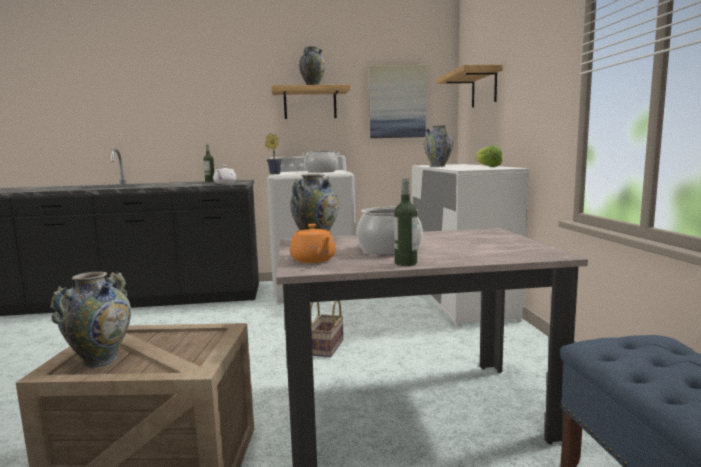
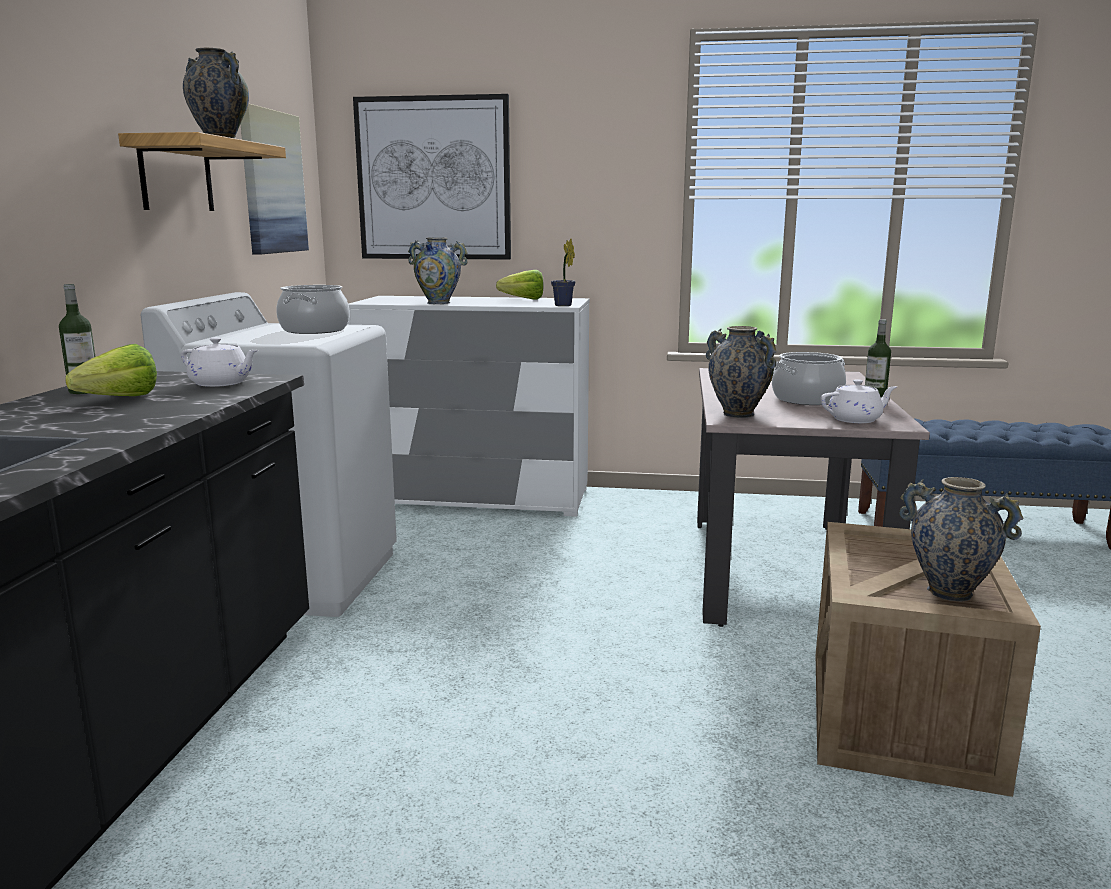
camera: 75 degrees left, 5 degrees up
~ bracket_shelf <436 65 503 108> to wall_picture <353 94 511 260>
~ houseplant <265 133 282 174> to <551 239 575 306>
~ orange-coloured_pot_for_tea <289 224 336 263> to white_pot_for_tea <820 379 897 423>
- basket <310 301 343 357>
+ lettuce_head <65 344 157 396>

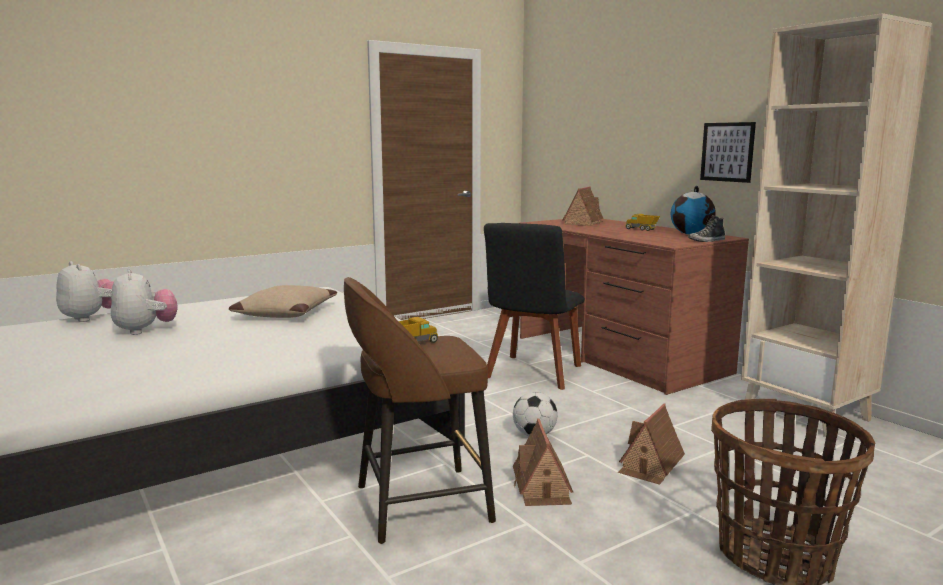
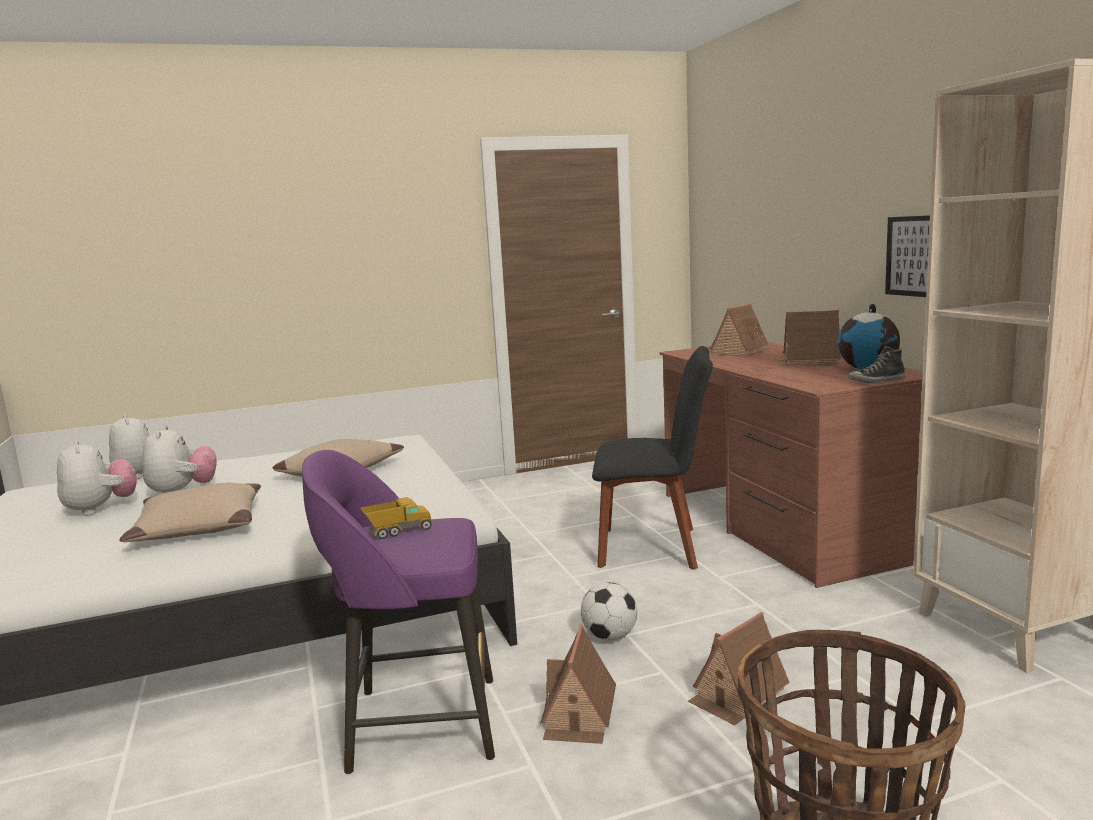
camera: 15 degrees right, 0 degrees up
~ model_truck <625 214 660 231> to model_house <775 310 841 366>
~ blackish_upright_chair <484 223 585 390> = <592 346 713 570> 120 degrees counterclockwise
~ brown-coloured_sitting_stool <344 277 496 544> to purple-coloured_sitting_stool <302 450 495 774>
+ plush_toy <57 440 137 516>
+ beige_cushion <119 483 261 542>

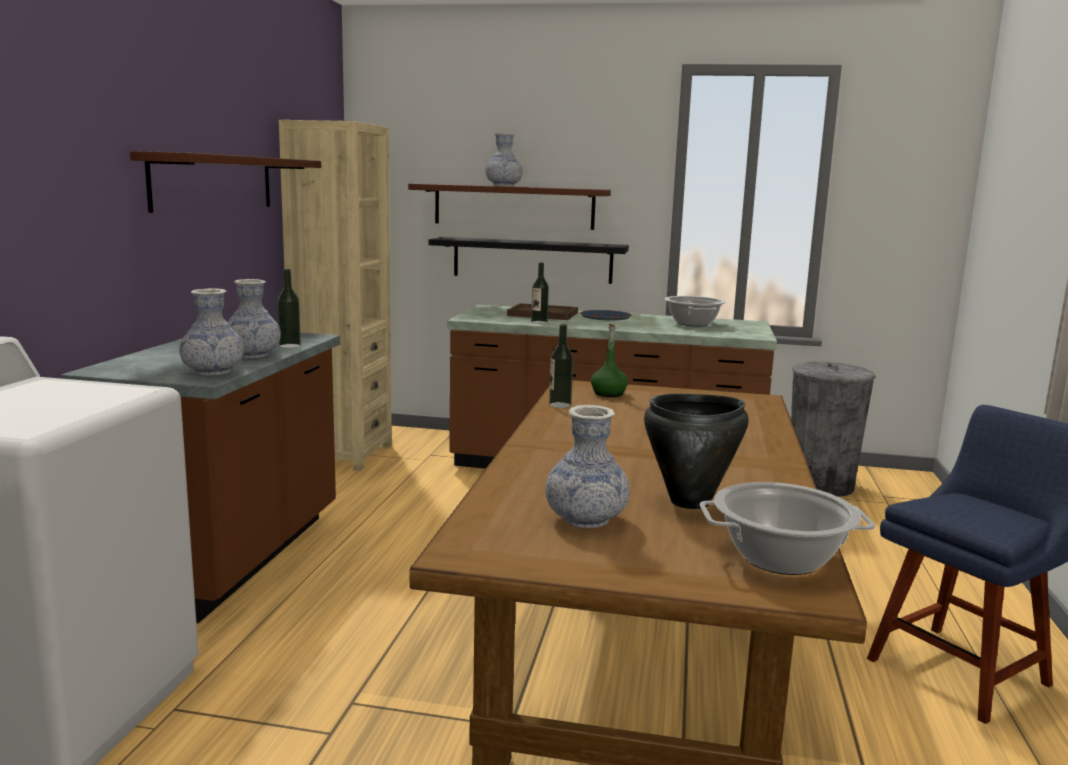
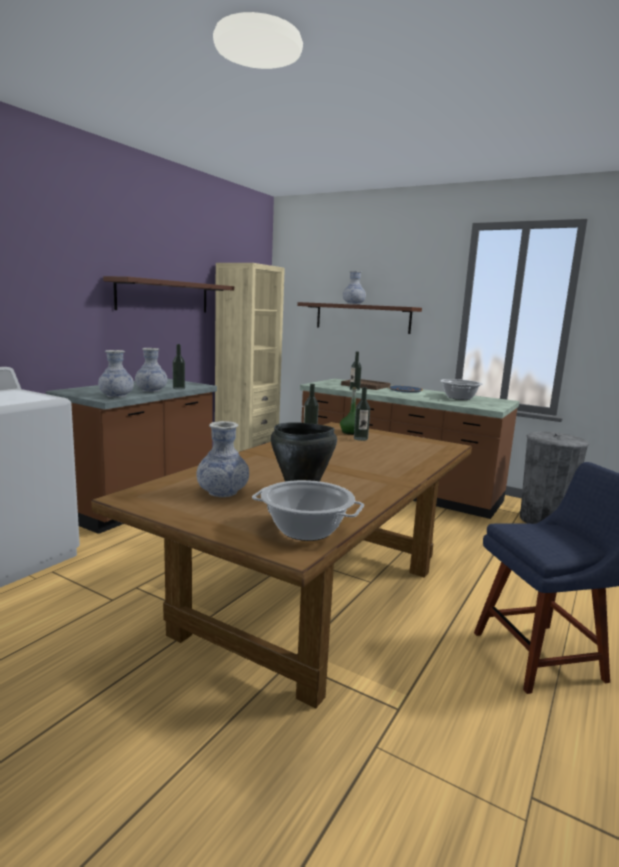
camera: 20 degrees right, 0 degrees up
- blackish_bracket_shelf <428 237 629 284>
+ bottle <354 387 370 441>

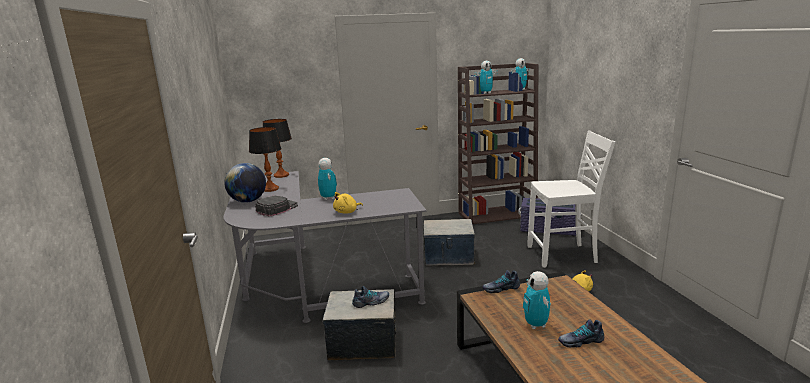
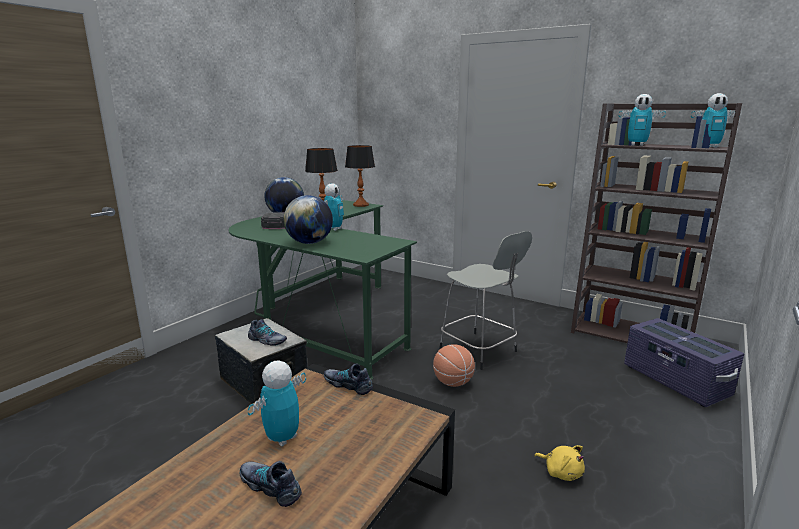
camera: 45 degrees right, 0 degrees up
- white_upright_chair <527 130 615 268>
~ greyish_desk_unit <224 171 427 323> to greenish_desk_unit <229 200 417 380>
~ yellowish_plush_toy <333 192 363 214> to desk_globe <283 195 333 244>
~ storage_bin <423 219 476 266> to greyish_sitting_stool <439 231 532 370>
+ basketball <433 344 475 387>

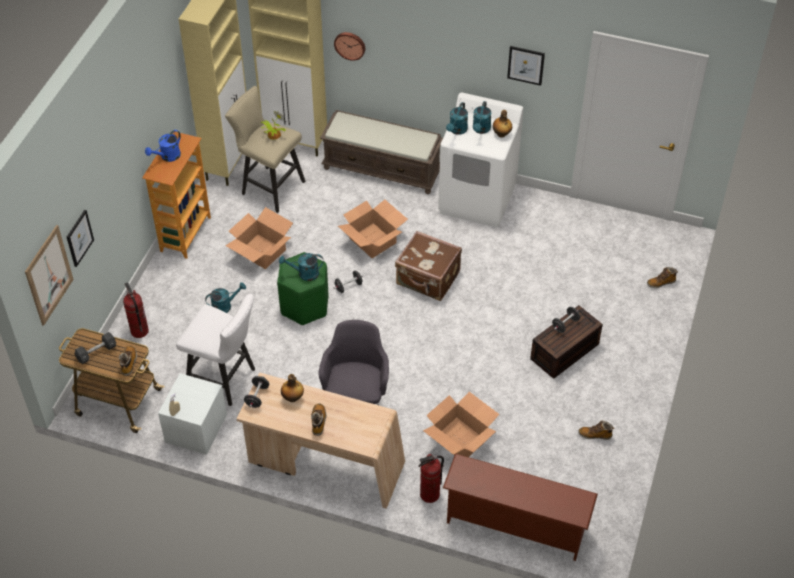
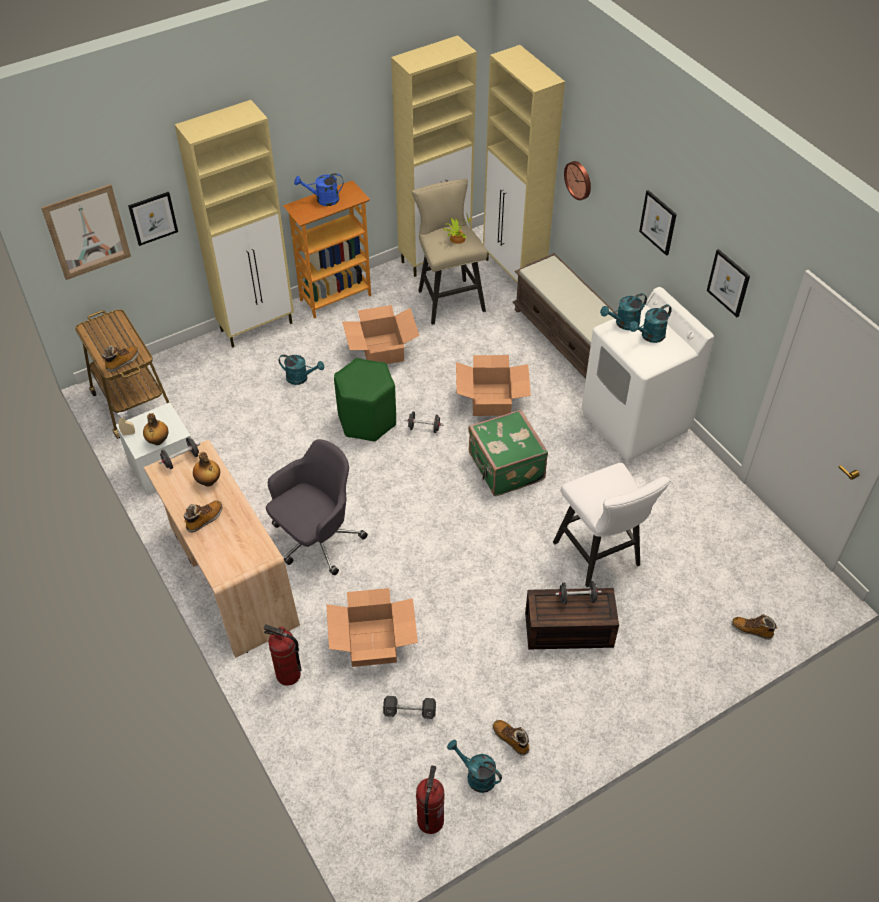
camera: 40 degrees right, 0 degrees up
~ bottle <493 110 512 137> to <143 413 168 445>
~ brown-coloured_suitcase <395 231 462 301> to greenish_suitcase <468 409 548 496>
~ blue-green_watering_can <279 253 323 281> to <447 740 502 793>
~ fire_extinguisher <123 282 149 338> to <416 765 445 834>
~ white_sitting_stool <176 294 255 406> to <553 463 670 587>
~ blackish_dumbbell <75 332 116 364> to <383 696 436 719>
- brown-coloured_shoe_stand <443 454 598 561>
+ beige_cabinet <175 100 294 348>
+ wall_picture <639 190 677 256>

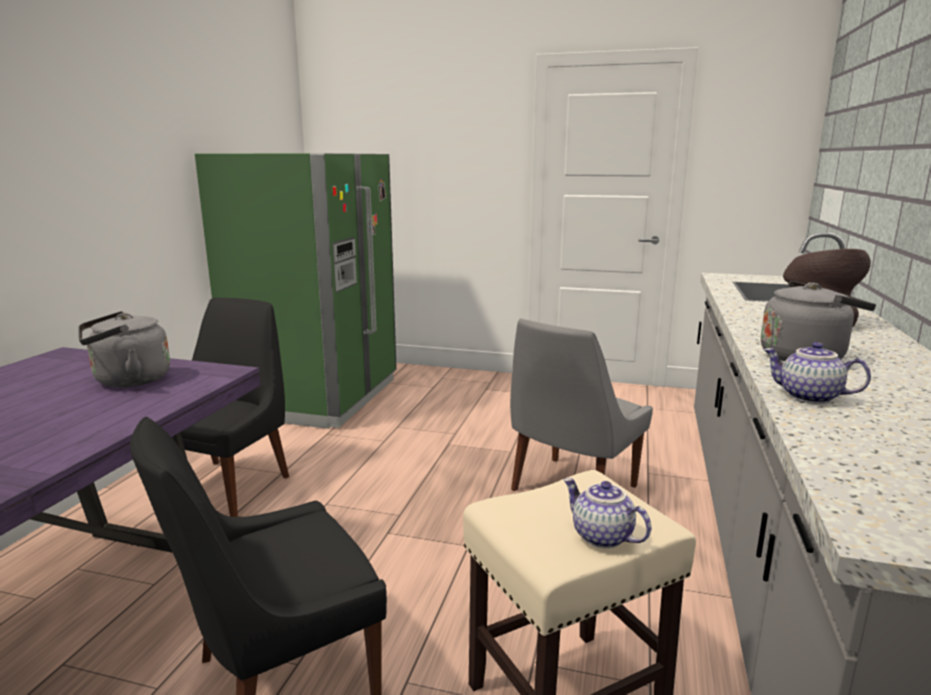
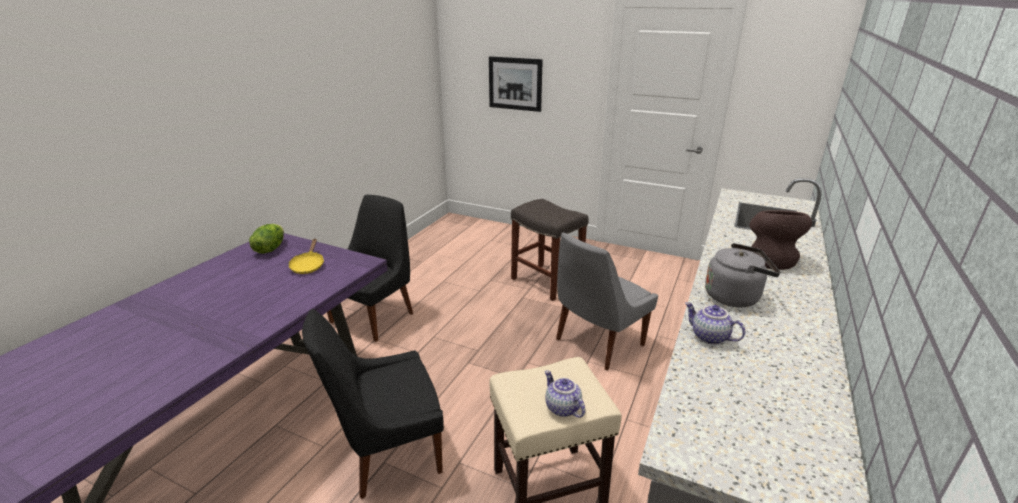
camera: 10 degrees right, 10 degrees up
- greenish_refrigerator <195 153 396 429>
~ greyish_tea_kettle <78 311 170 387> to yellowish_pan <288 238 324 274>
+ wall_picture <489 56 543 112>
+ greyish_sitting_stool <511 199 589 301>
+ lettuce_head <249 224 284 254>

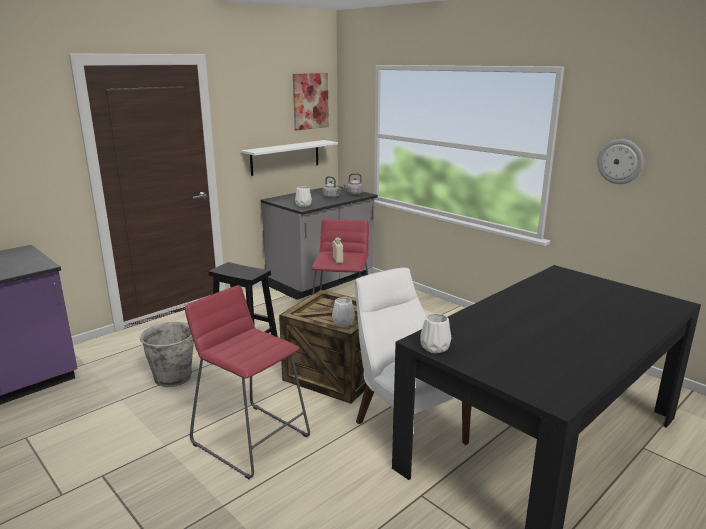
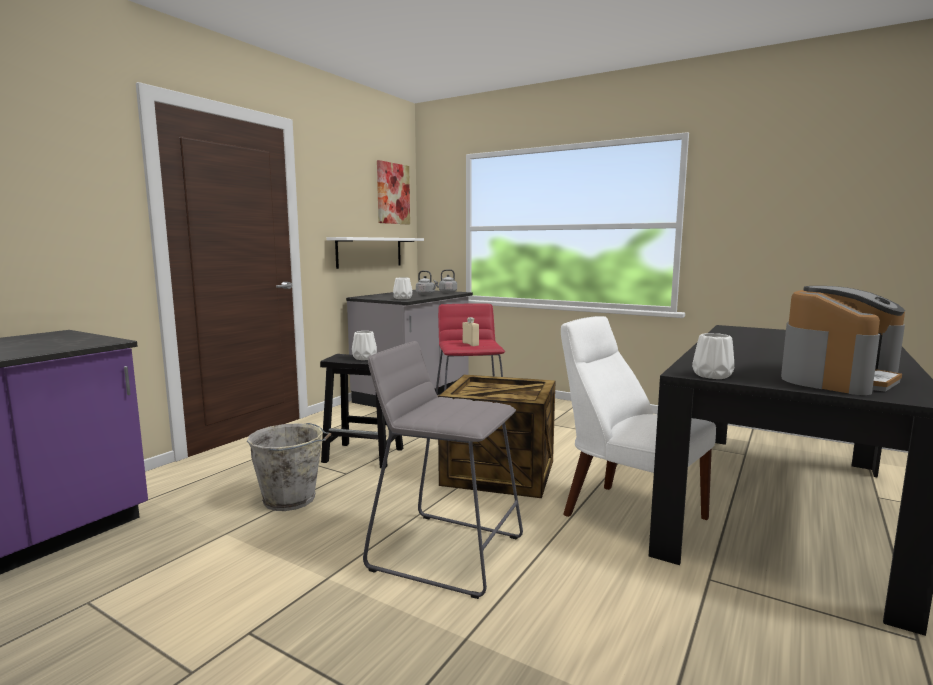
camera: 15 degrees left, 10 degrees down
- wall_clock <597 139 643 184>
~ red-coloured_sitting_stool <185 285 310 479> to greyish_sitting_stool <363 341 523 599>
~ white_flower_vase <332 297 355 326> to <352 331 377 360>
+ coffee_brewer <781 286 905 395>

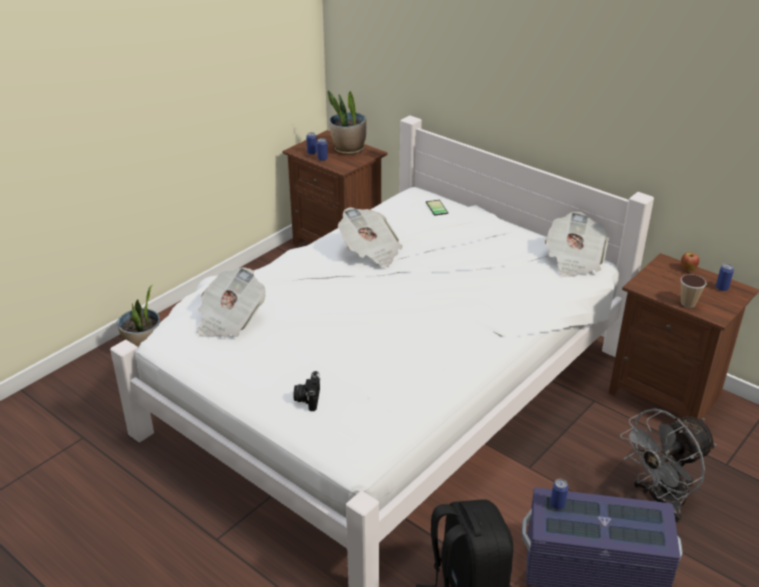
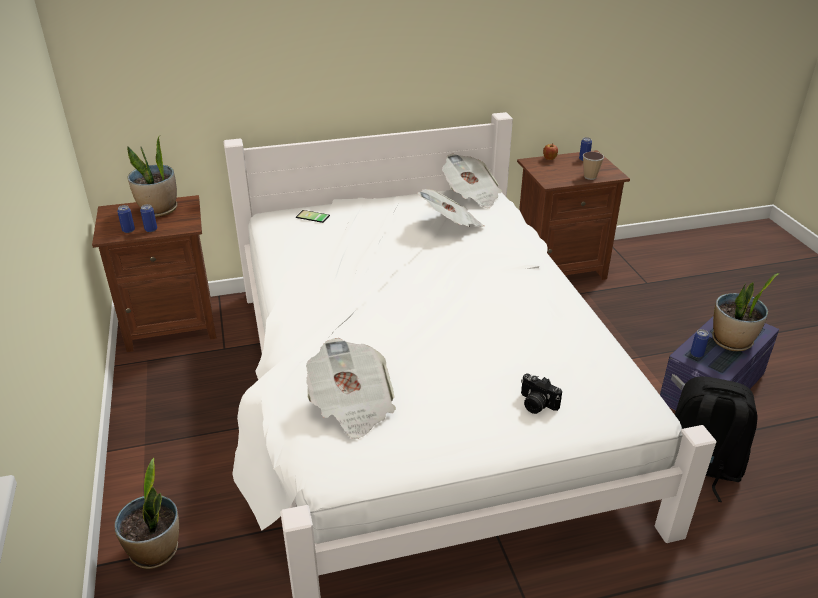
camera: 55 degrees left, 0 degrees up
~ newspaper <338 207 403 267> to <417 189 485 227>
- greyish_electric_fan <620 408 716 523>
+ houseplant <712 273 780 351>

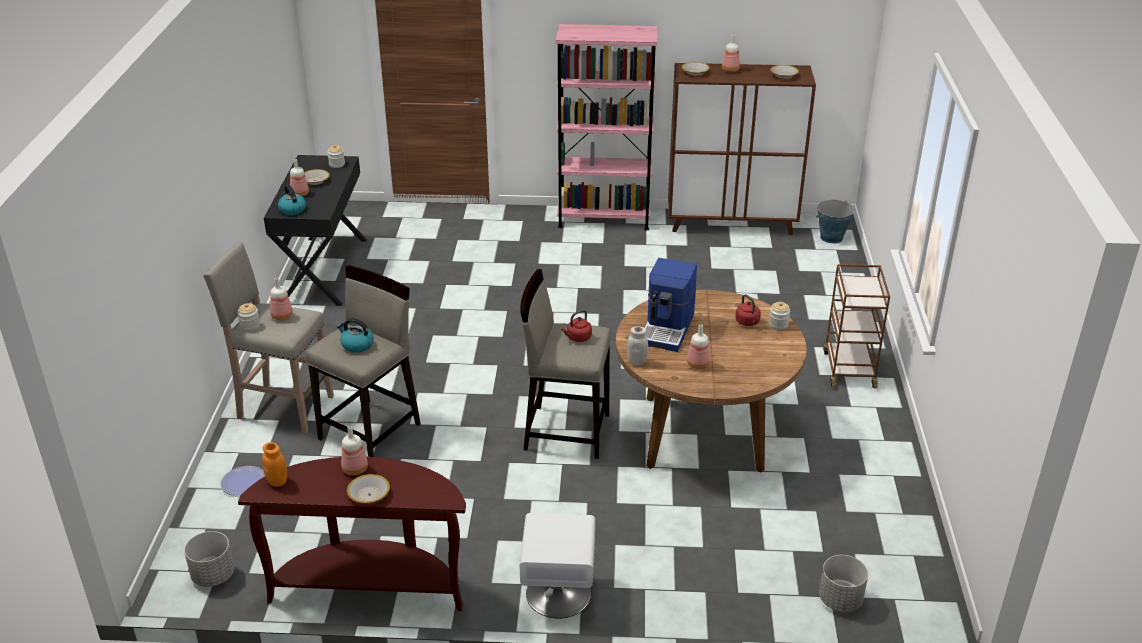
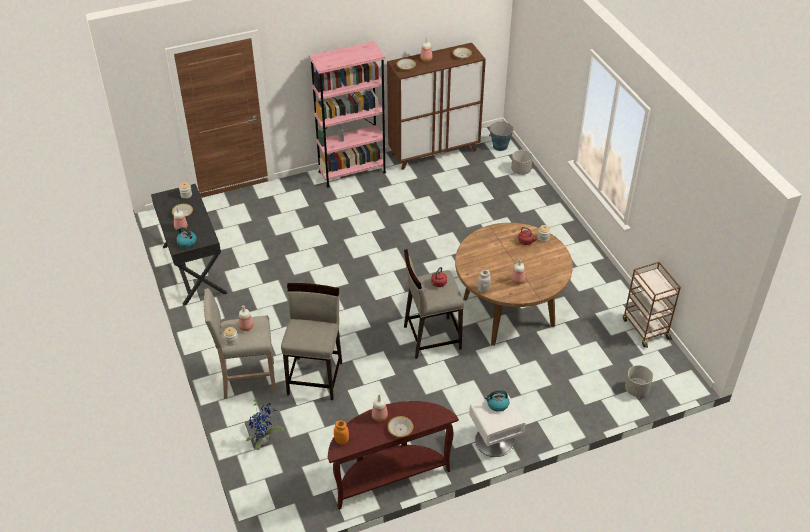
camera: 25 degrees left, 10 degrees up
- coffee_brewer <644 258 697 352>
~ brown-coloured_trolley <823 264 890 389> to <623 262 681 348>
~ tea_kettle <337 318 374 353> to <484 390 509 412>
~ flat_dish <221 466 265 496> to houseplant <246 399 284 450>
~ greyish_planter <184 531 234 587> to <511 150 533 175>

